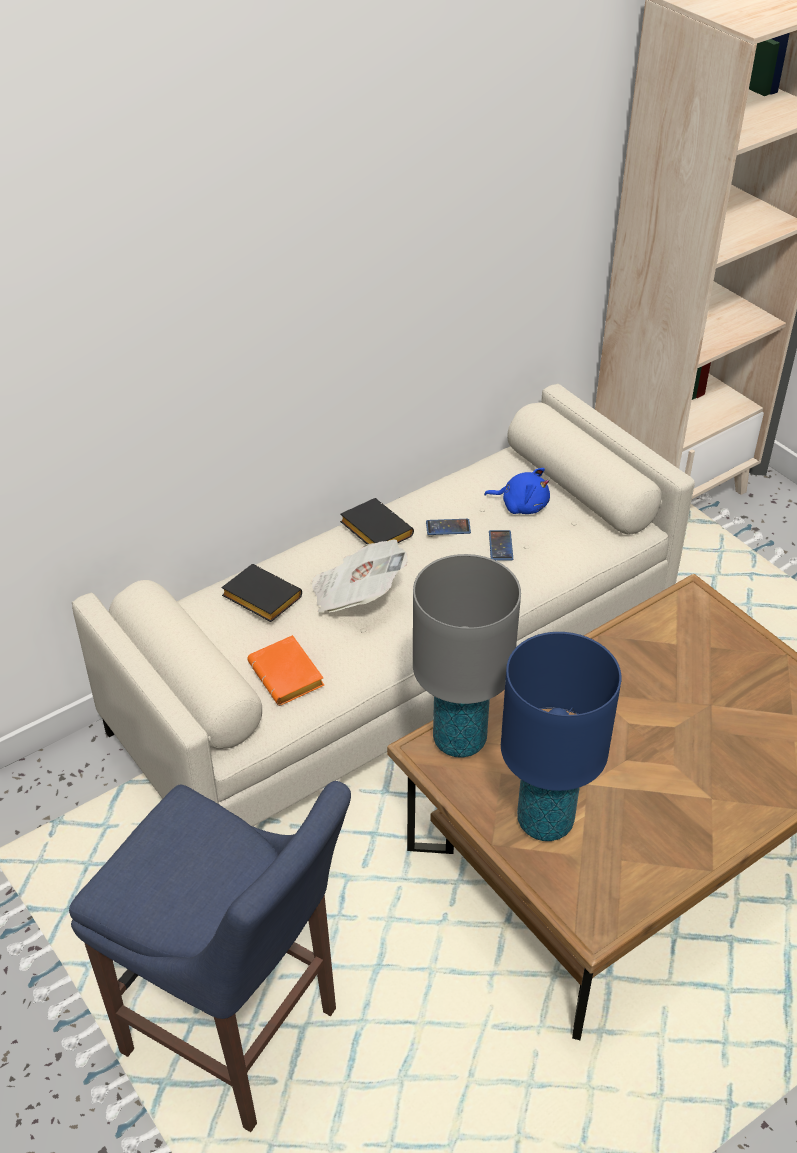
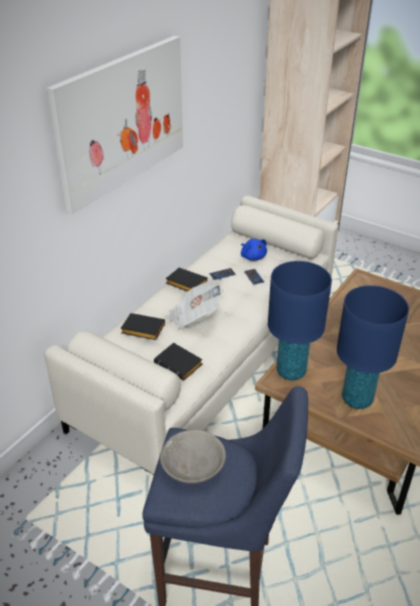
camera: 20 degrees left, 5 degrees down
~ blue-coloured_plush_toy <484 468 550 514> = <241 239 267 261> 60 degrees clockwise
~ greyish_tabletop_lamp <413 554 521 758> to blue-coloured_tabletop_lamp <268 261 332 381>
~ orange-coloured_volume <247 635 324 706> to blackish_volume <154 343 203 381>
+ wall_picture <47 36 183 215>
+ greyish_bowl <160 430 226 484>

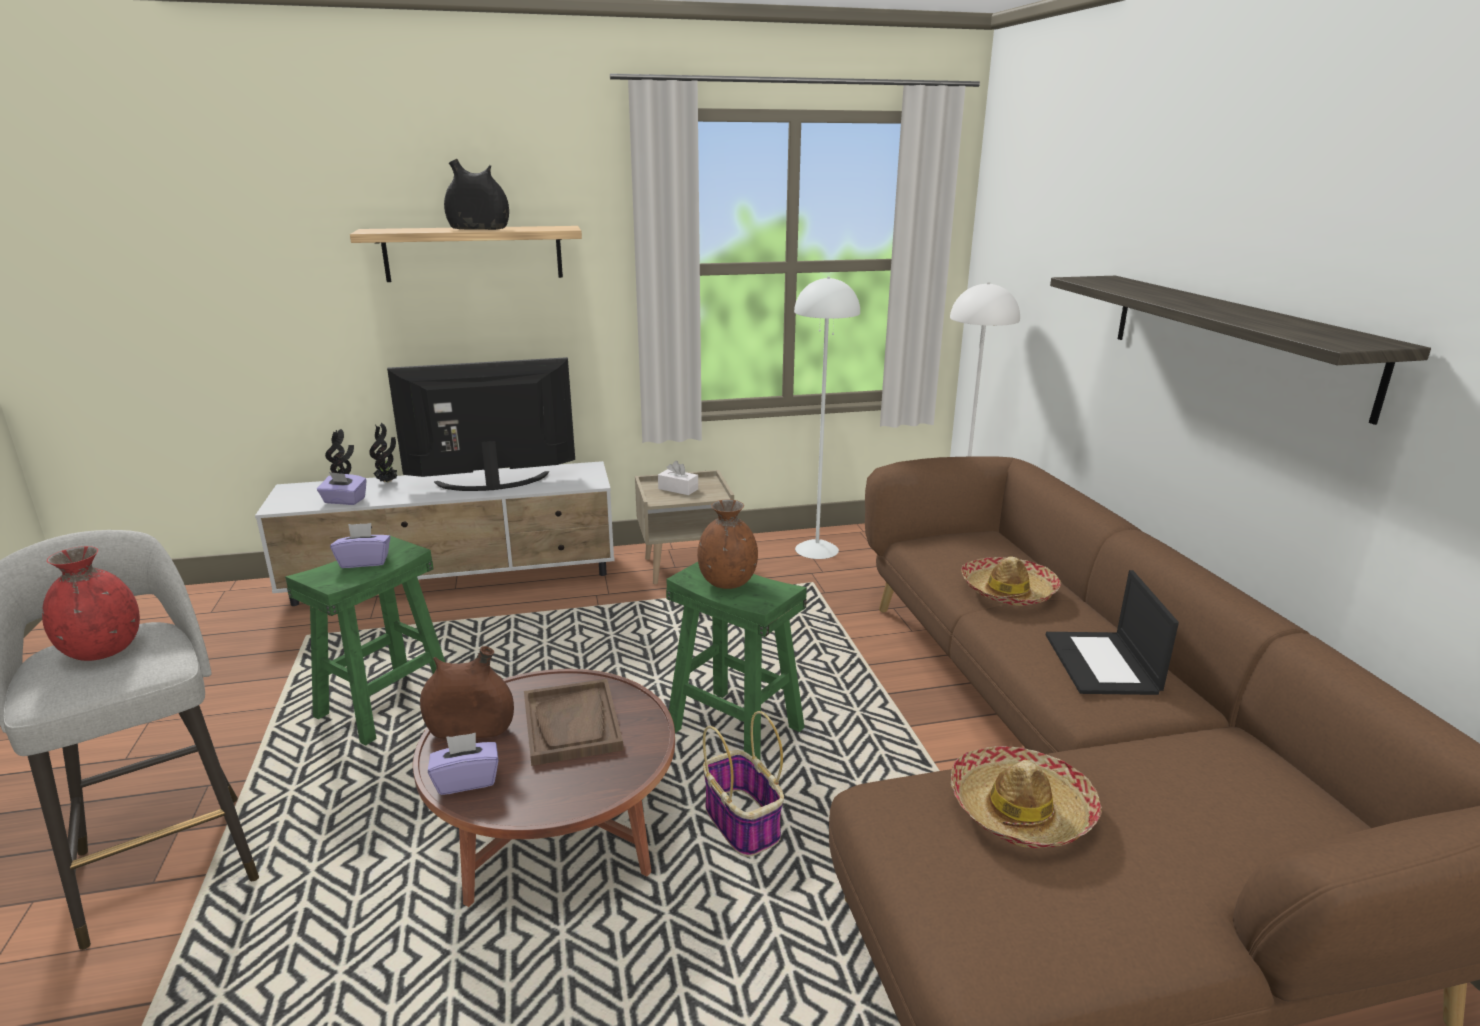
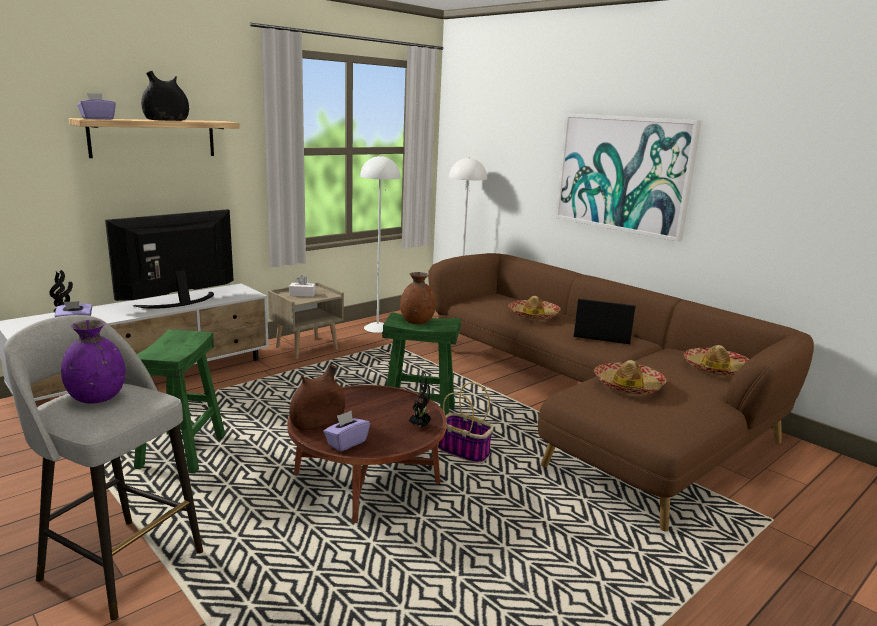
camera: 30 degrees left, 5 degrees down
~ bracket_shelf <1050 276 1431 425> to wall_picture <555 113 702 242>
~ houseplant <369 423 397 483> to <409 369 431 427>
~ purple-coloured_tissue_holder <330 523 391 568> to <77 93 116 120>
~ red-coloured_flower_vase <42 546 140 661> to purple-coloured_flower_vase <61 320 126 404>
~ portable_computer <1046 570 1179 695> = <573 299 636 344> 135 degrees clockwise
- brown-coloured_serving_tray <524 679 624 766>
+ wearable_hat <684 345 749 376>

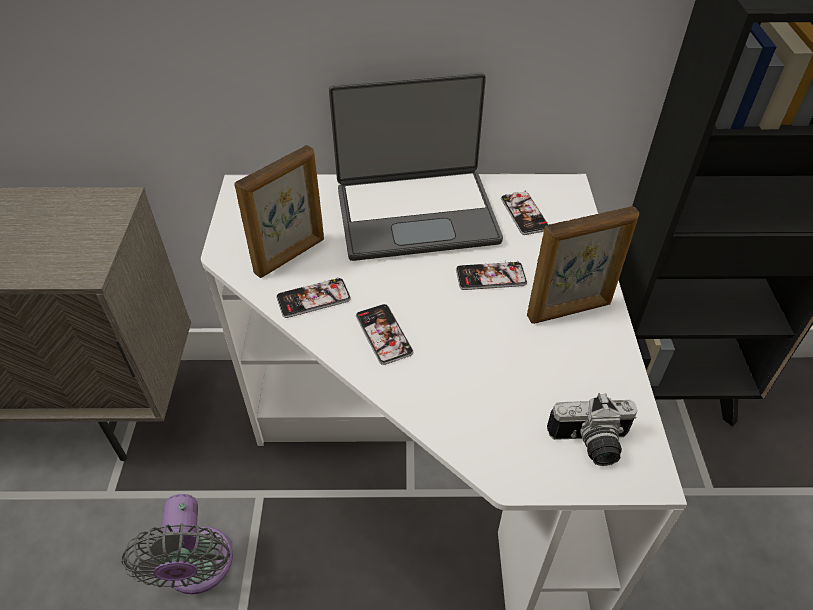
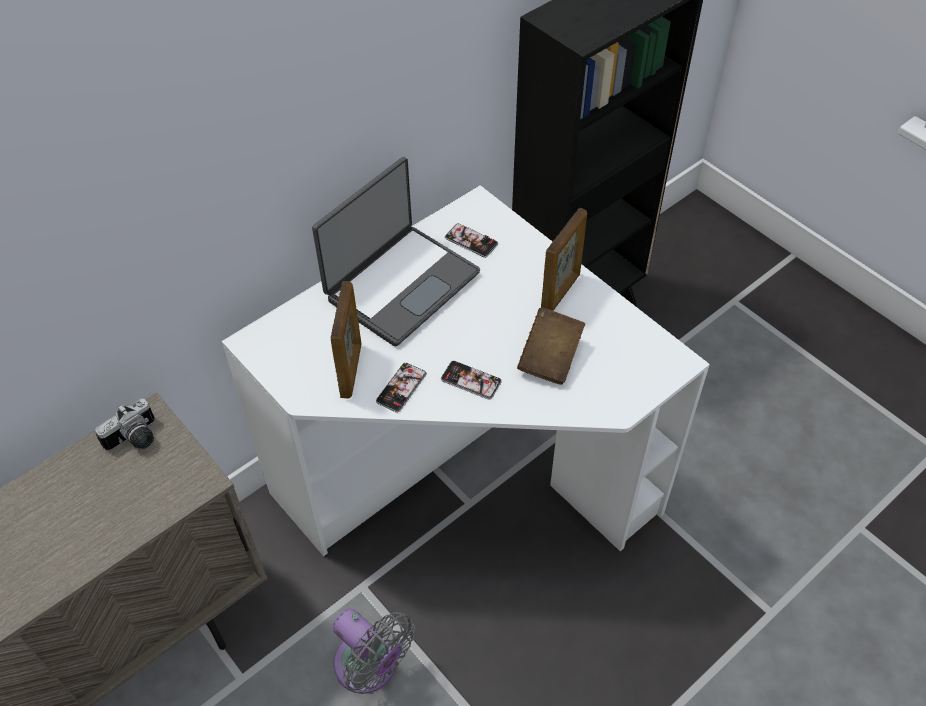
camera: 40 degrees left, 5 degrees up
- phone <456 261 527 290>
~ photo_camera <547 393 638 466> to <95 399 155 451>
+ brown-coloured_volume <517 308 585 385>

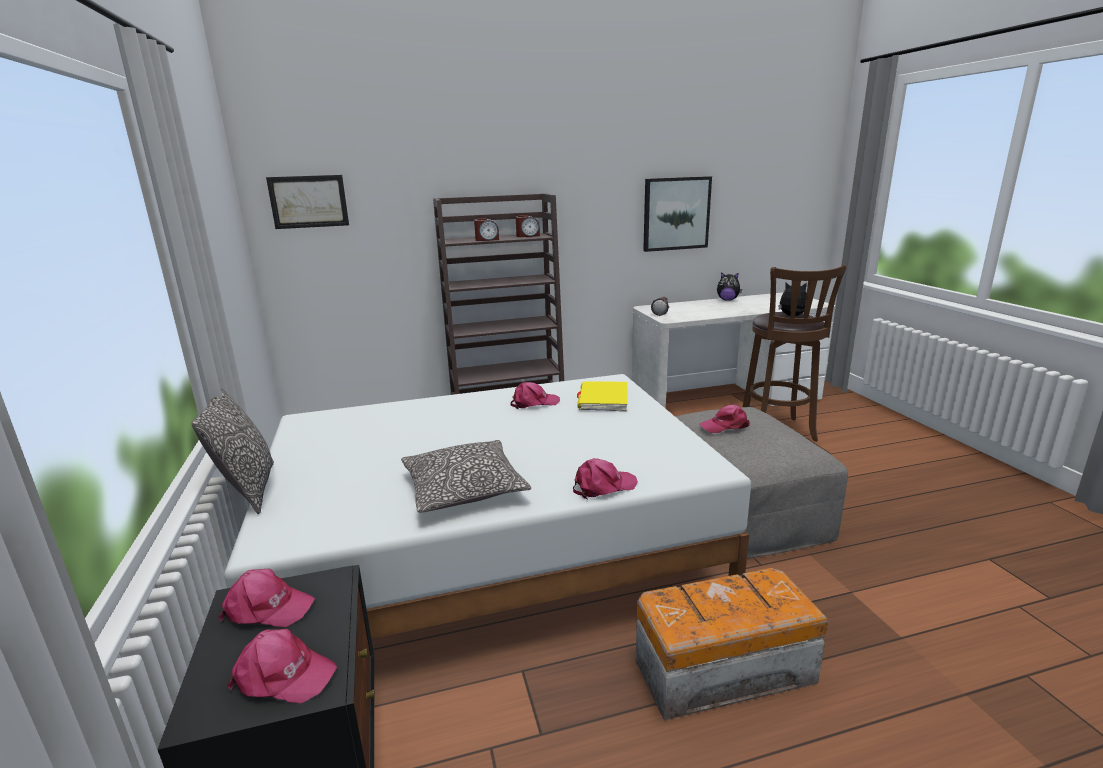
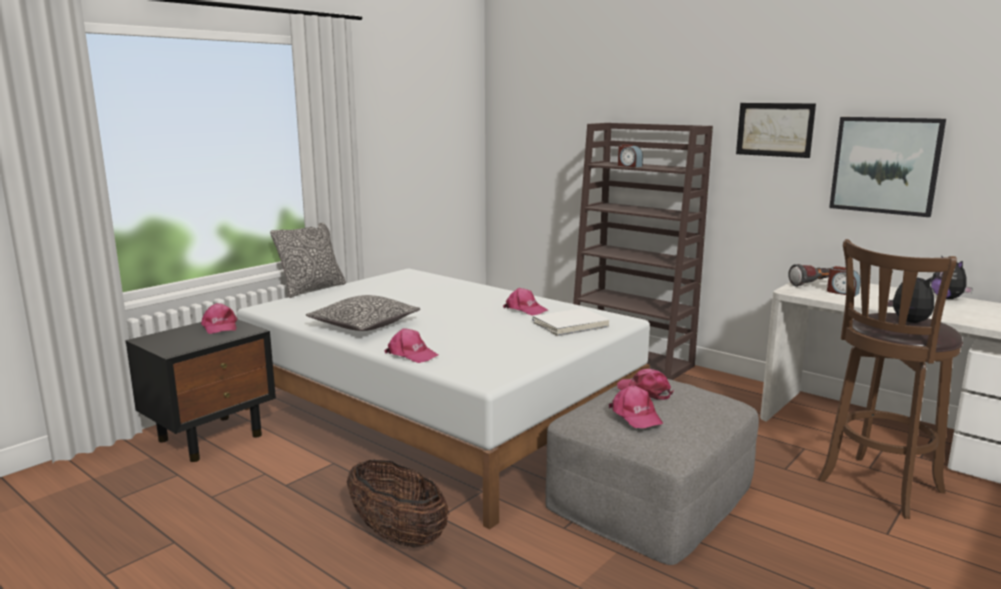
camera: 55 degrees right, 5 degrees down
~ wall_picture <266 175 349 229> to <736 103 816 158>
~ bedside_clock <516 215 540 237> to <827 266 861 297>
~ yellowish_volume <577 381 628 412> to white_volume <532 308 610 336>
~ storage_bin <636 568 829 720> to basket <347 460 449 548>
~ pink-coloured_baseball_cap <227 629 337 703> to <609 385 663 428>

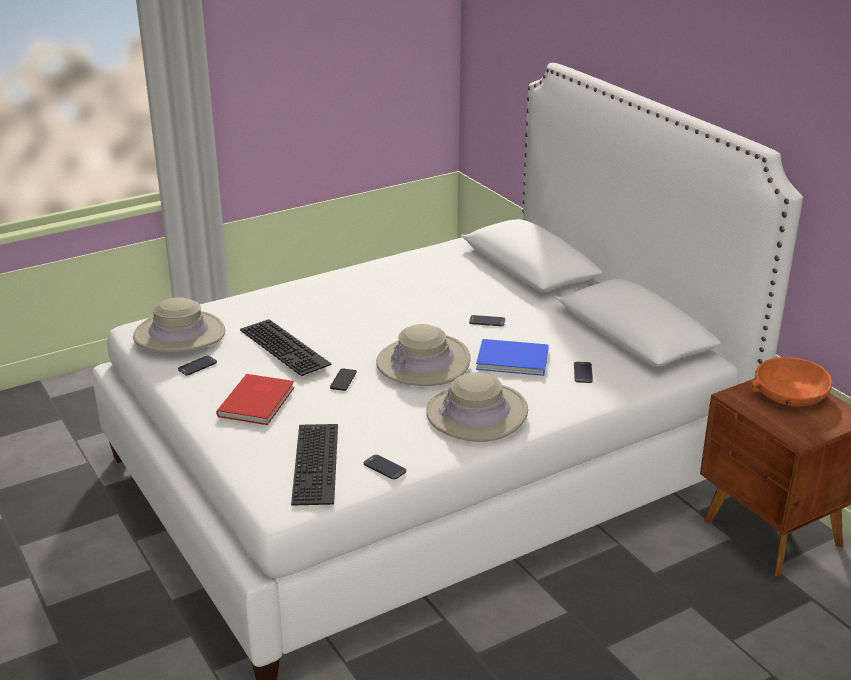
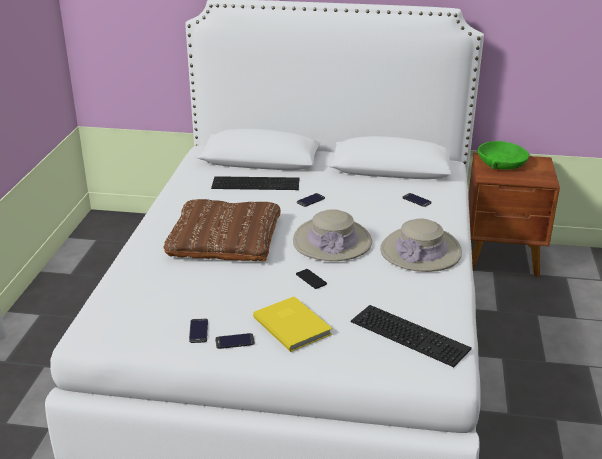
camera: 50 degrees left, 0 degrees up
- beige_wearable_hat <133 297 225 352>
~ PC_keyboard <240 319 331 376> to <211 176 299 190>
- blue-coloured_volume <476 339 549 376>
~ orange-coloured_bowl <751 357 832 407> to greenish_bowl <478 141 529 170>
~ red-coloured_volume <216 374 295 425> to yellowish_volume <253 296 332 352>
~ phone <364 454 406 480> to <215 333 255 349>
+ brown-coloured_cushion <163 199 281 262>

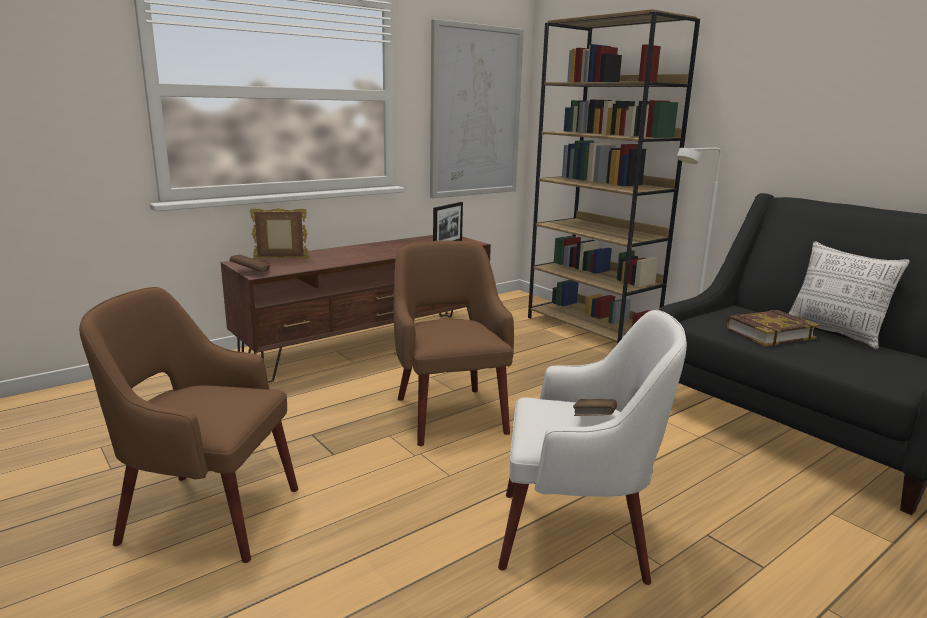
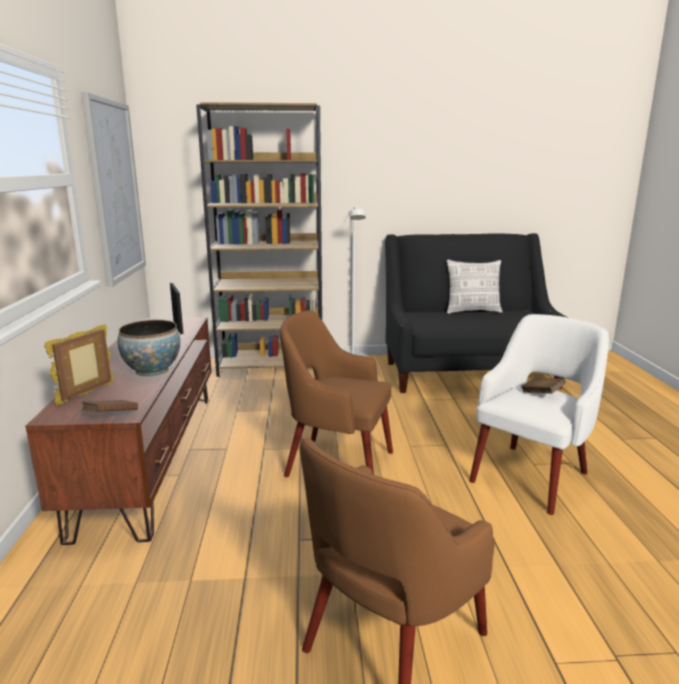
camera: 55 degrees left, 0 degrees up
- volume <725 310 819 346>
+ bowl <118 320 180 377>

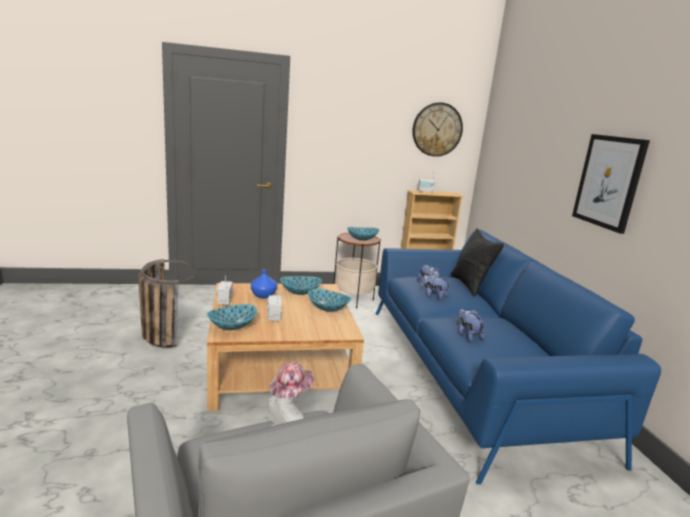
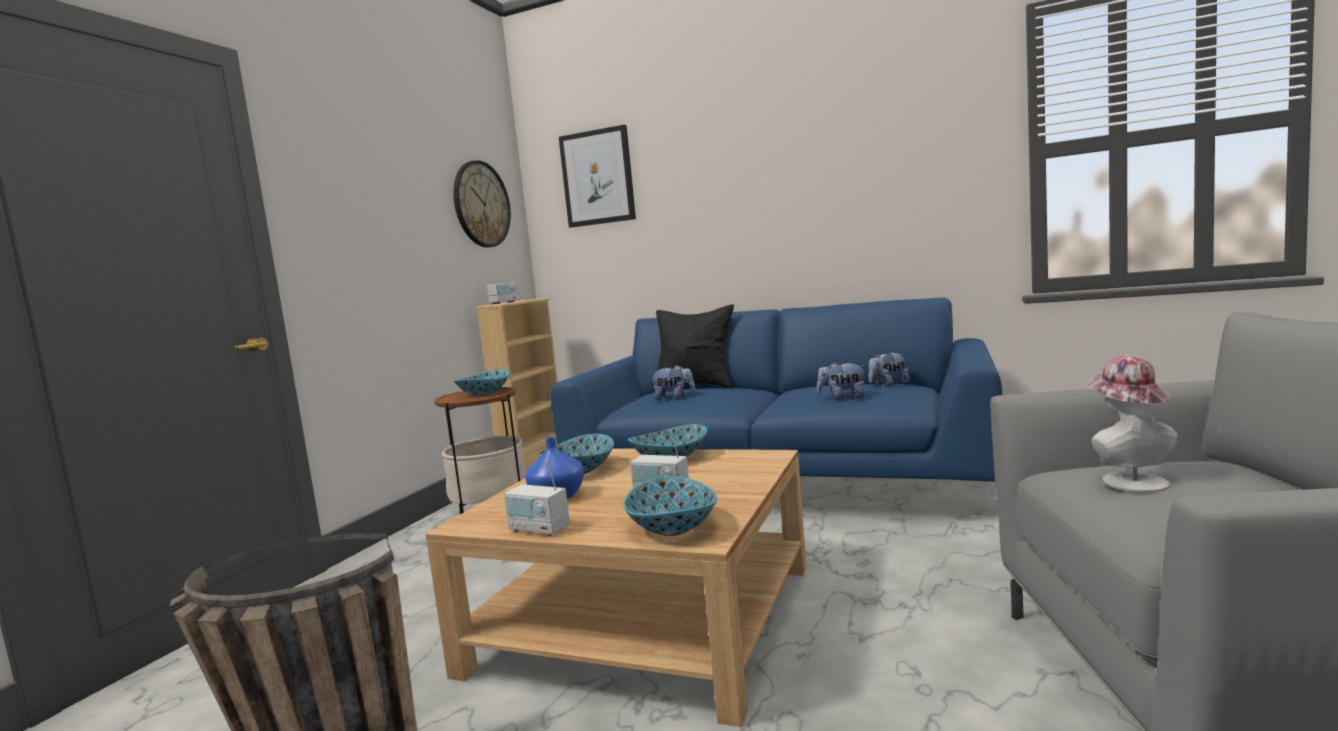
camera: 55 degrees left, 10 degrees down
~ wall_picture <572 134 650 234> to <559 124 636 228>
~ plush_toy <420 274 450 300> to <868 352 910 387>

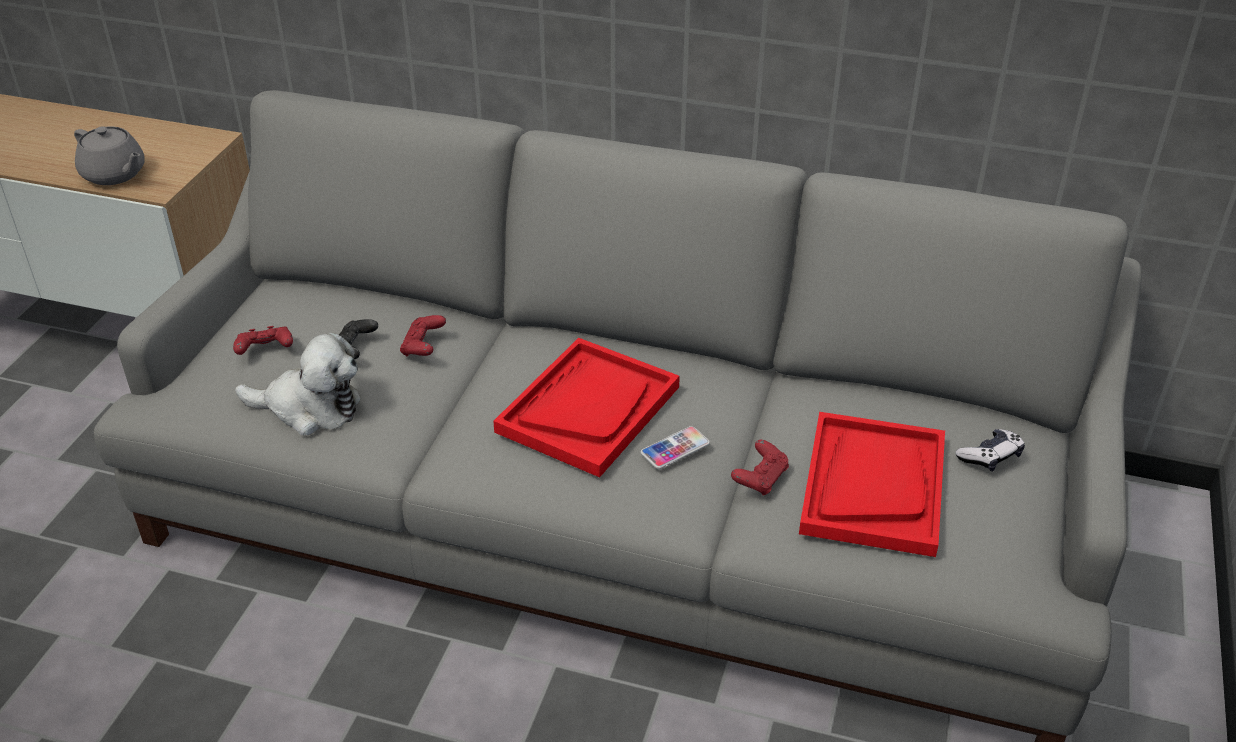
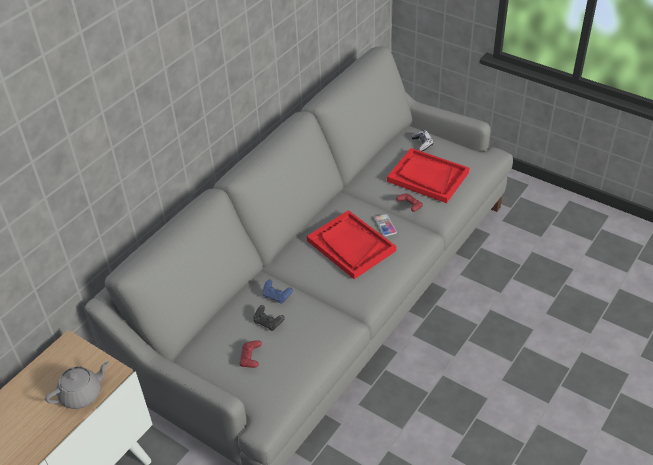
camera: 70 degrees left, 5 degrees up
~ red-coloured_joypad <400 315 446 356> to blue-coloured_joypad <262 280 293 304>
- plush_toy <235 332 361 436>

